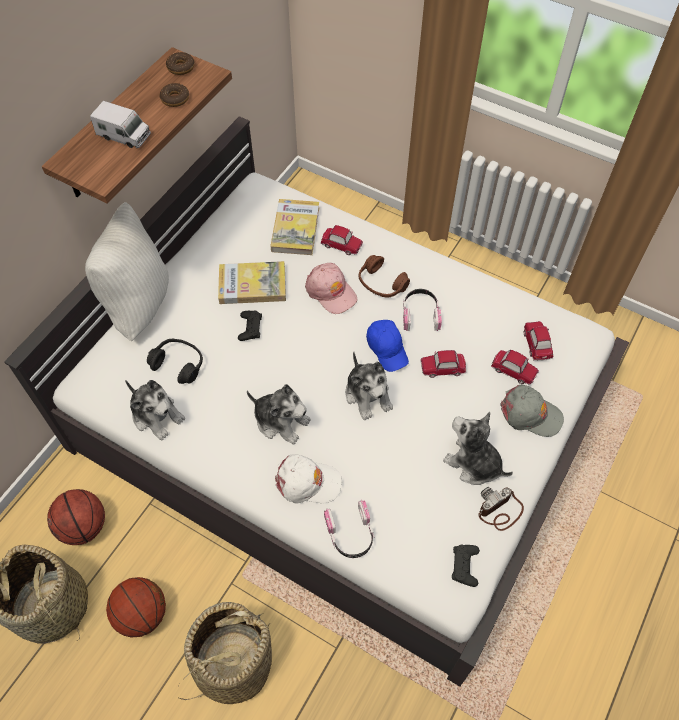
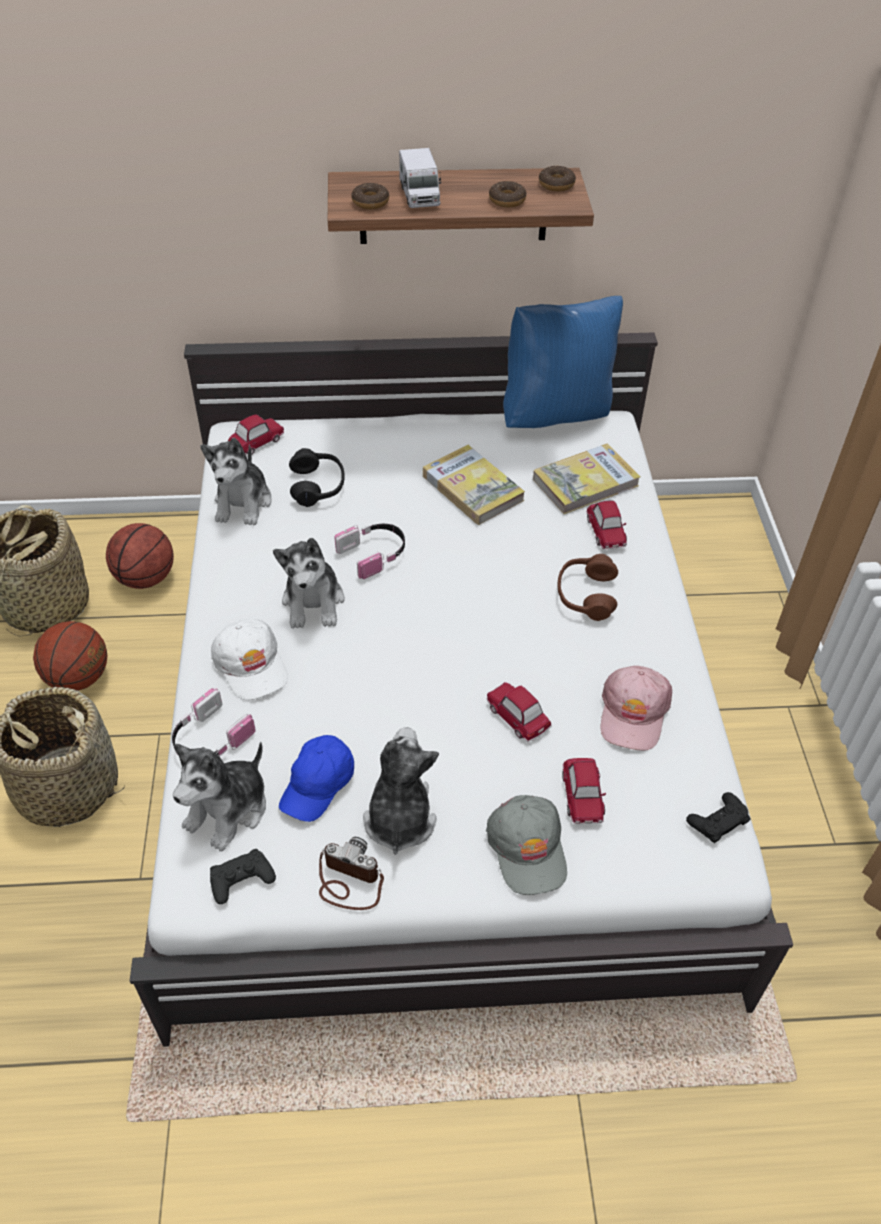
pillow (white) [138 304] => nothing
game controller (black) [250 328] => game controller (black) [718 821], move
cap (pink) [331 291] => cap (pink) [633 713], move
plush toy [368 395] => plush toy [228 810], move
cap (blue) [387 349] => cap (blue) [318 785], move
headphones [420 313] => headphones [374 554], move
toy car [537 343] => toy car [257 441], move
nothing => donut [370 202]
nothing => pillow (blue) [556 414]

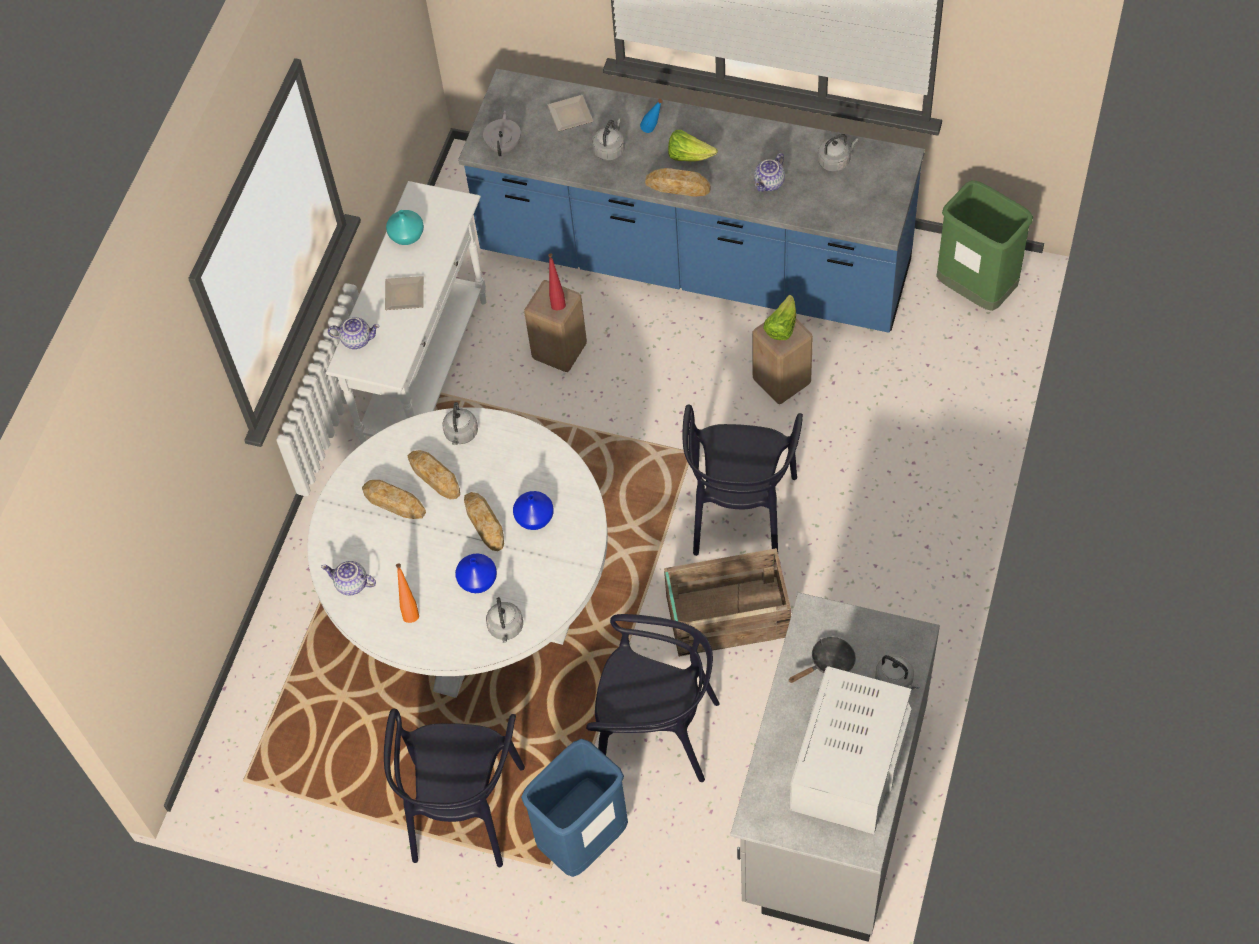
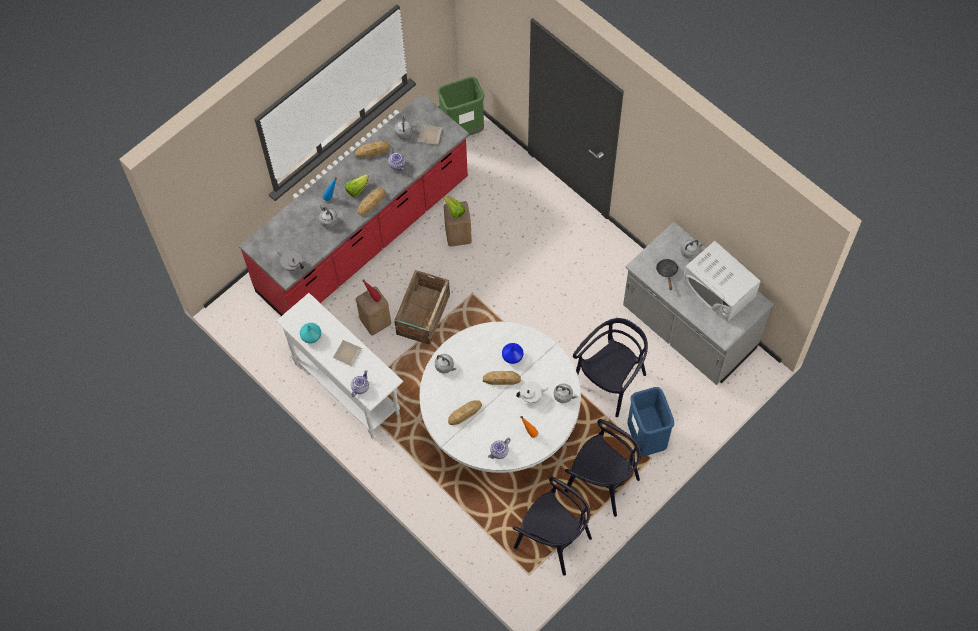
bread [434 476] => bread [372 151], move
vase (blue) [478 581] => teapot (white) [531 396]
counter (blue) [694 262] => counter (red) [364 237]
plate [568 114] => plate [429 136], move
crate [725 616] => crate [422 315], move
chair (black) [740 512] => chair (black) [553 539], move

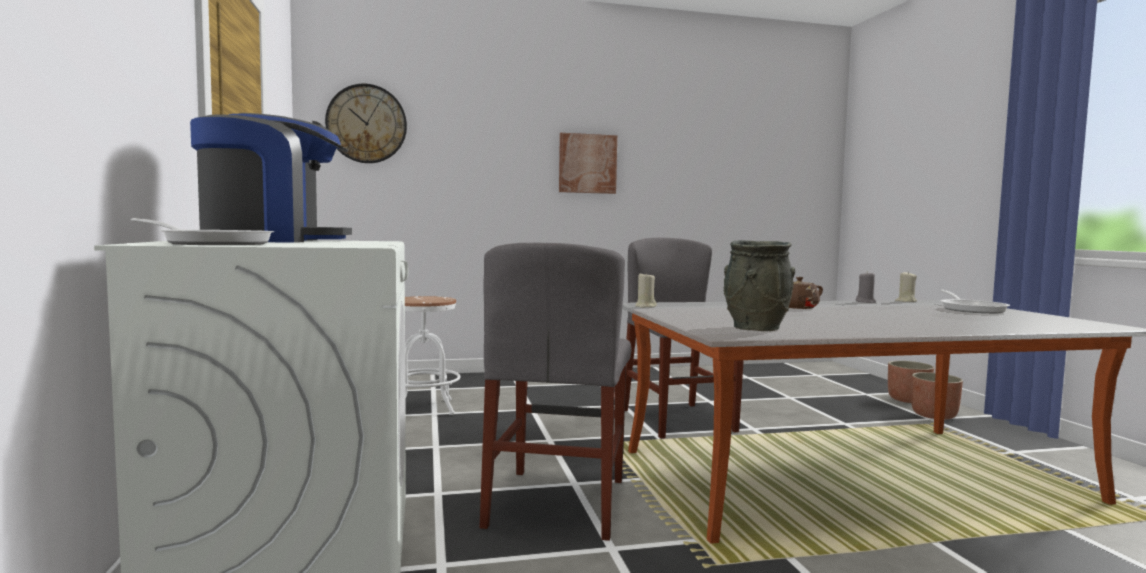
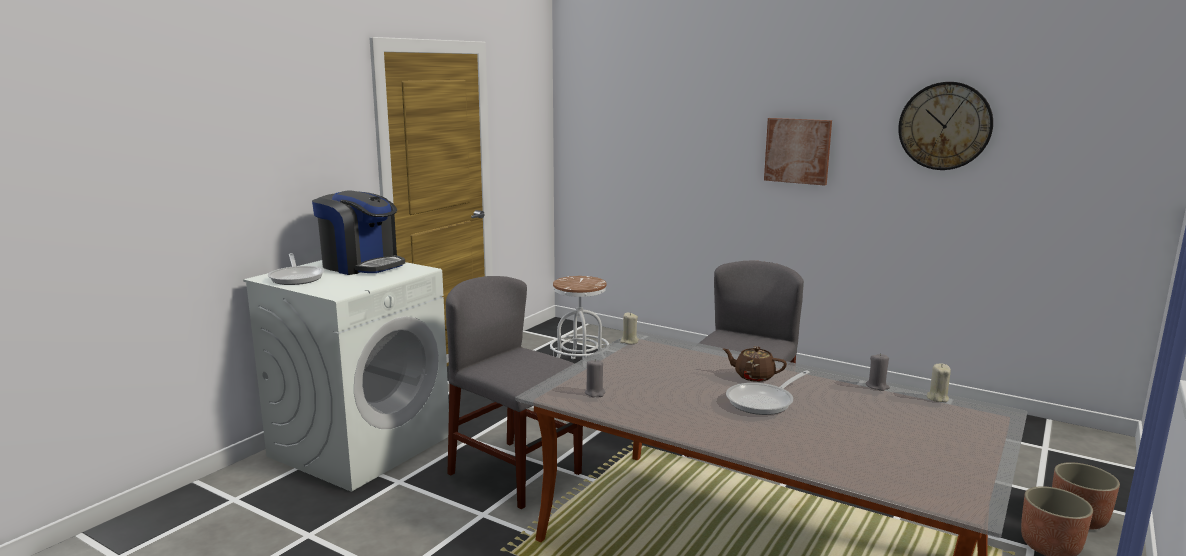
wall clock [366 124] => wall clock [944 126], move
chair (grey) [557 502] => chair (grey) [515 473], 75 degrees clockwise
vase (grey) [755 328] => candle (grey) [595 393]
frying pan [971 309] => frying pan [764 401], move

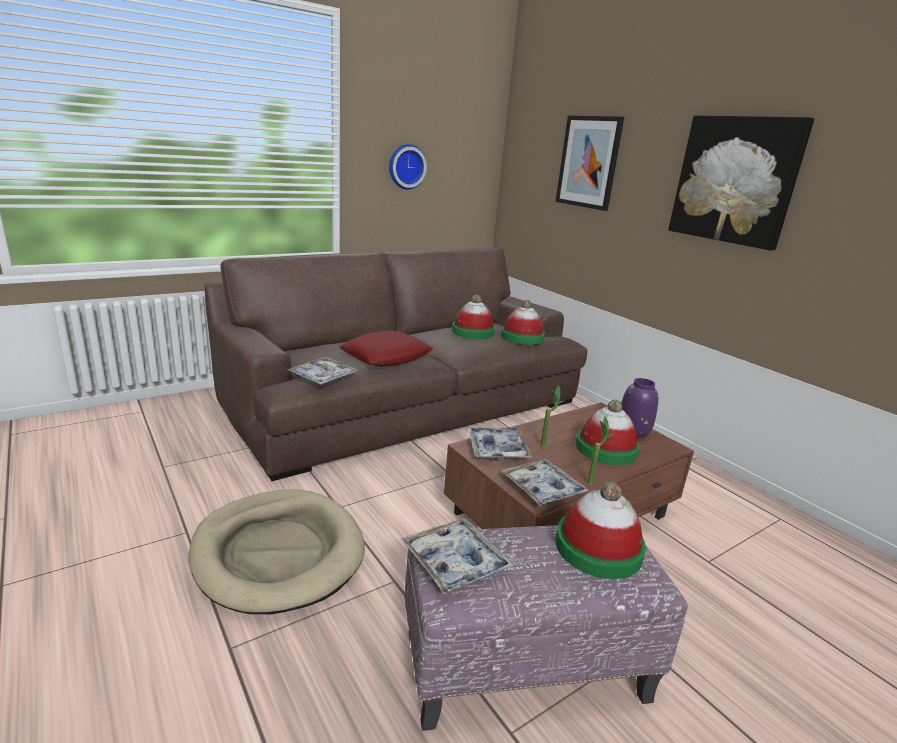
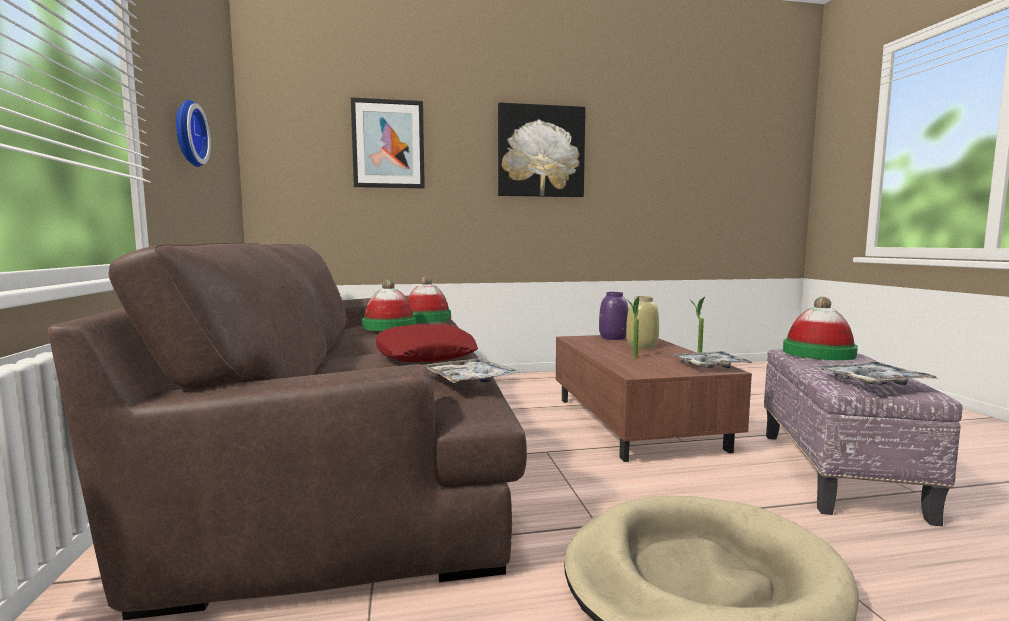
tray [497 449] => nothing
hat [606 448] => vase (beige) [641 346]

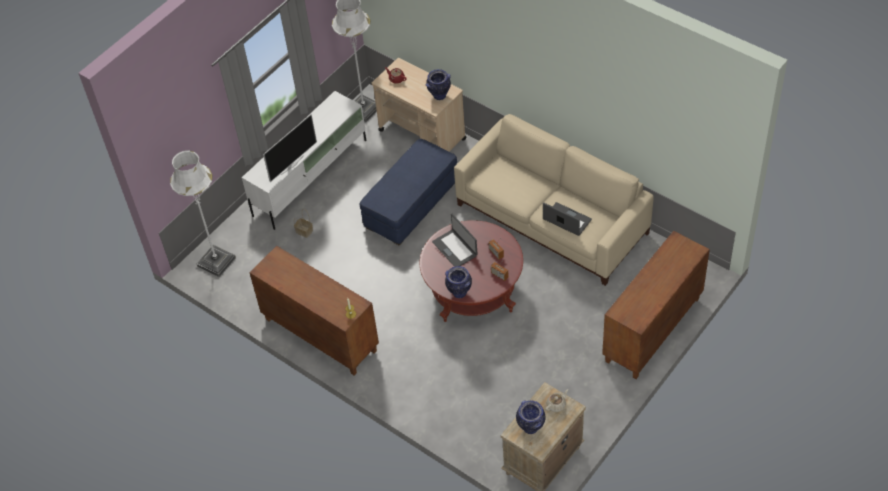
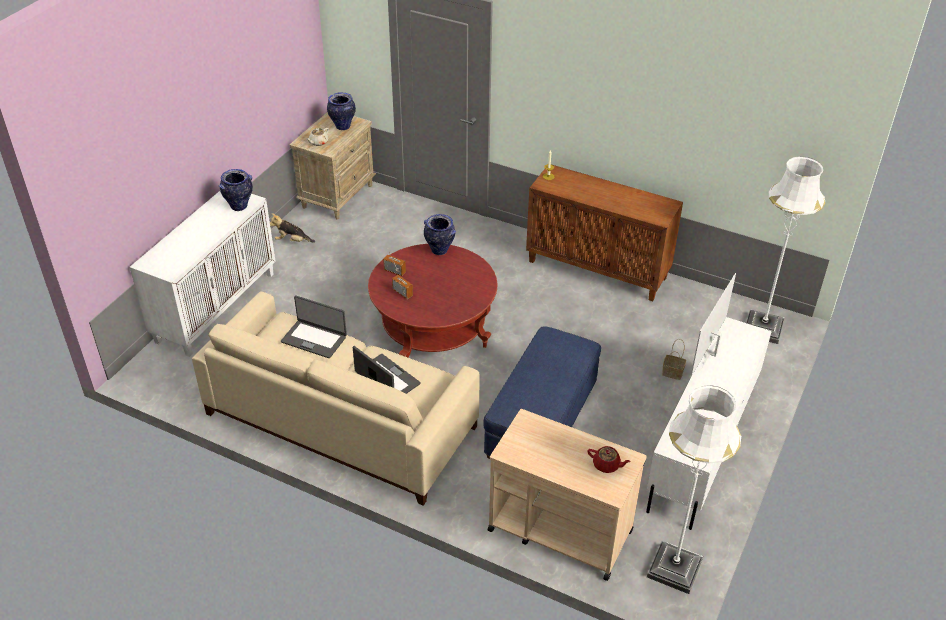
vase [439 96] => vase [239 206], move
laptop [455 248] => laptop [386 379], move
cabinet (brown) [653 331] => cabinet (white) [216 306]
nothing => plush toy [292 241]

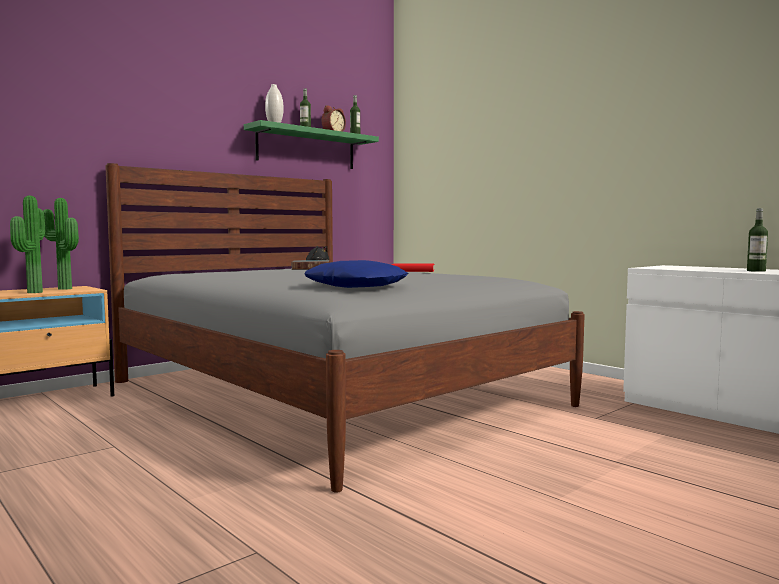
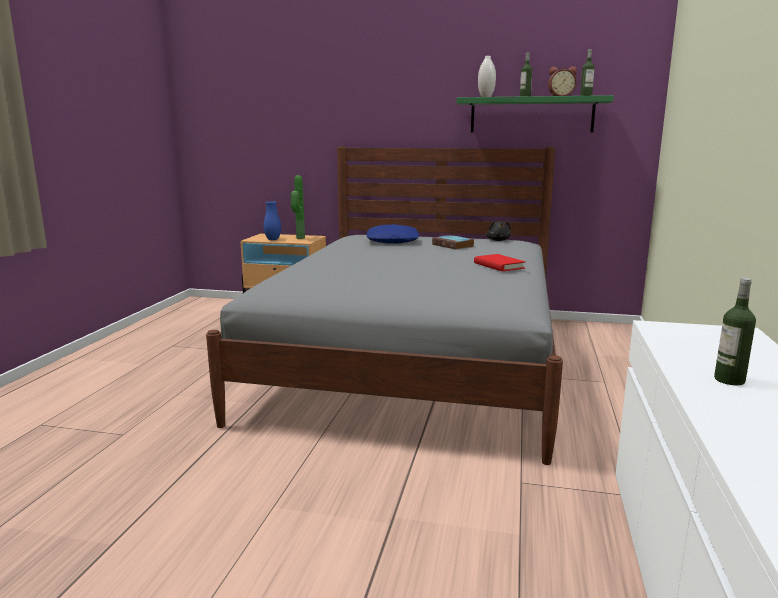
potted plant [32 292] => vase (blue) [273 239]
pillow (blue) [357 286] => pillow (blue) [393 241], move

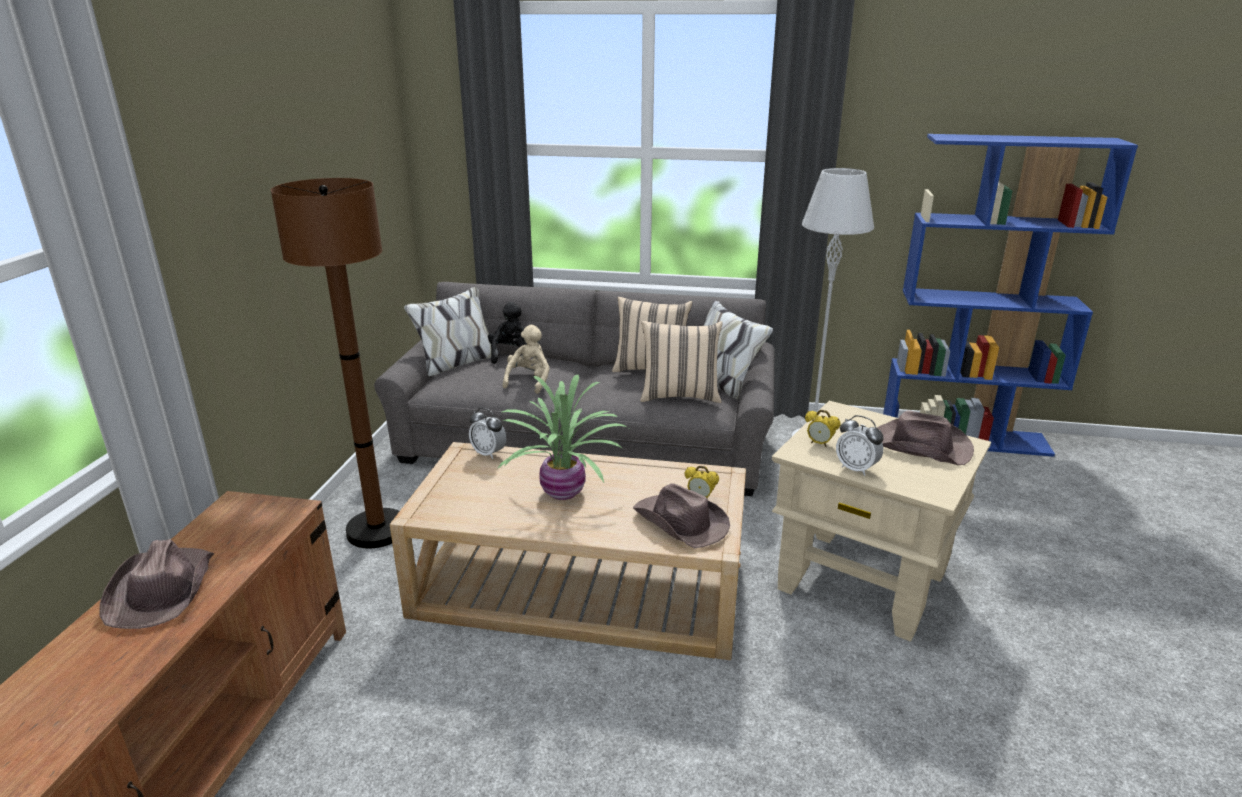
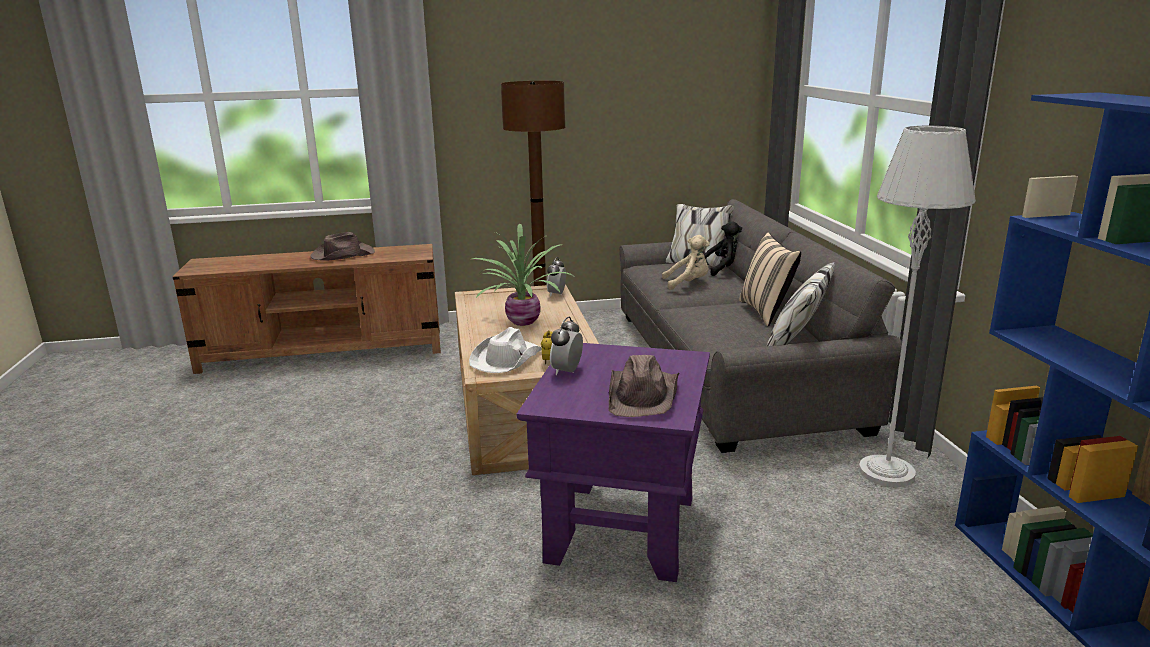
hat (brown) [680 522] => hat (white) [506 359]
pillow (beige) [680 396] => nothing
side table (beige) [862 582] => side table (purple) [620 528]
alarm clock [819 444] => nothing

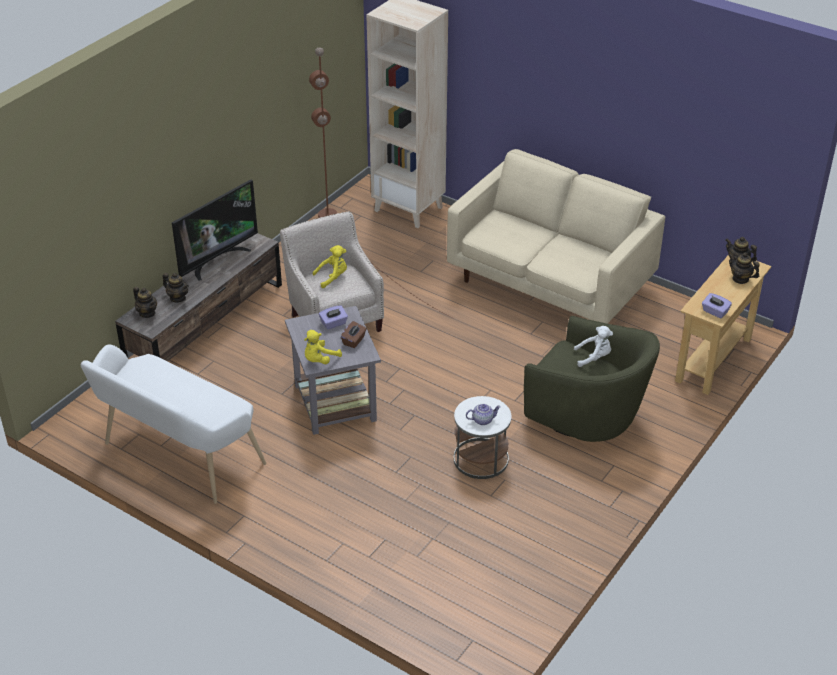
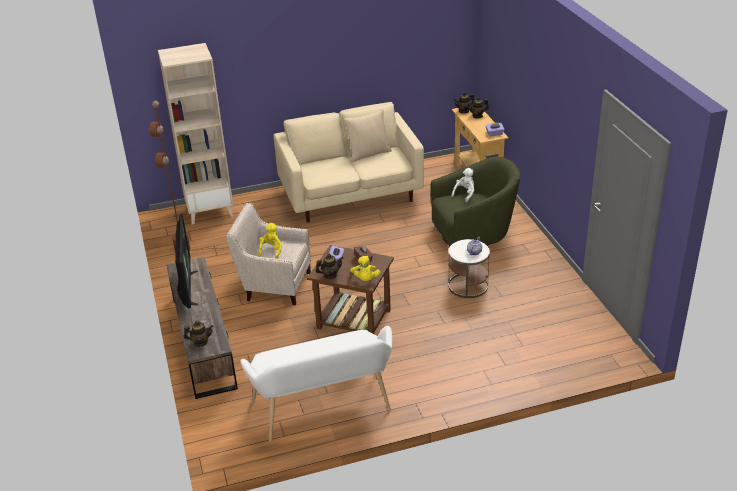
teapot [178 298] => teapot [330 275], move
side table (grey) [334 402] => side table (brown) [353 319]
nothing => pillow (beige) [368 153]

